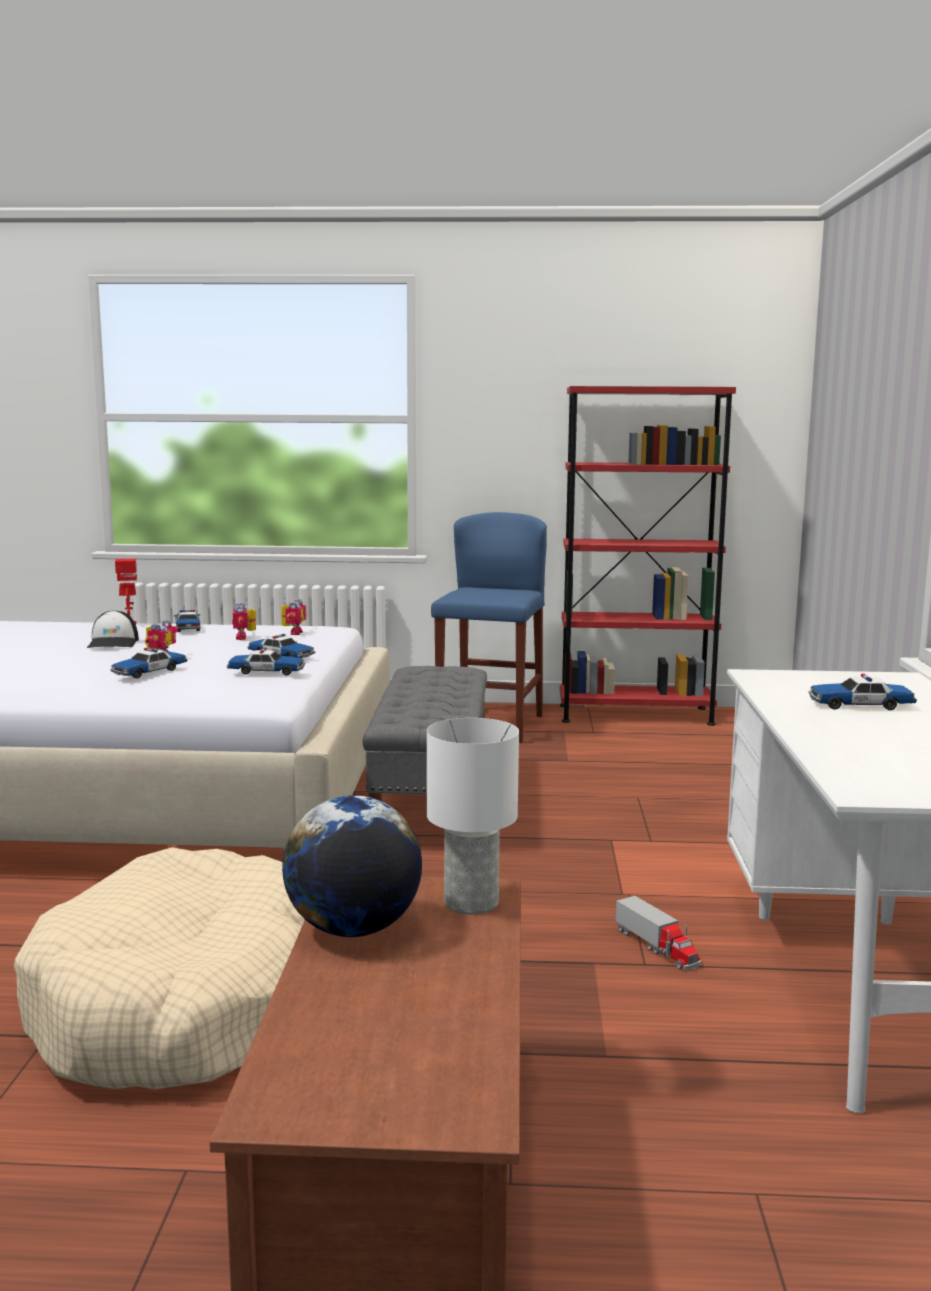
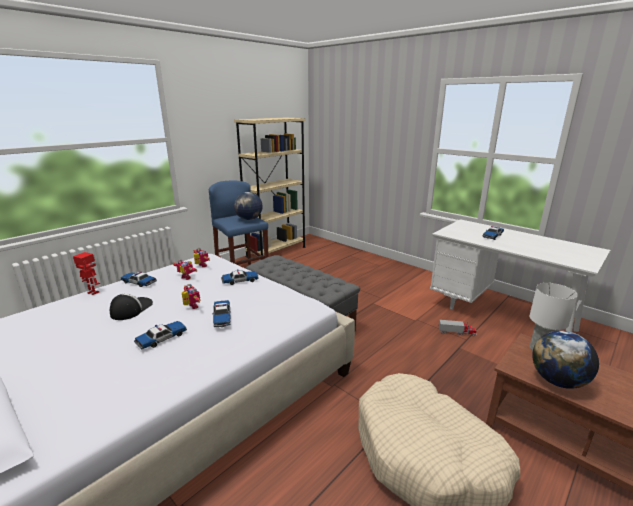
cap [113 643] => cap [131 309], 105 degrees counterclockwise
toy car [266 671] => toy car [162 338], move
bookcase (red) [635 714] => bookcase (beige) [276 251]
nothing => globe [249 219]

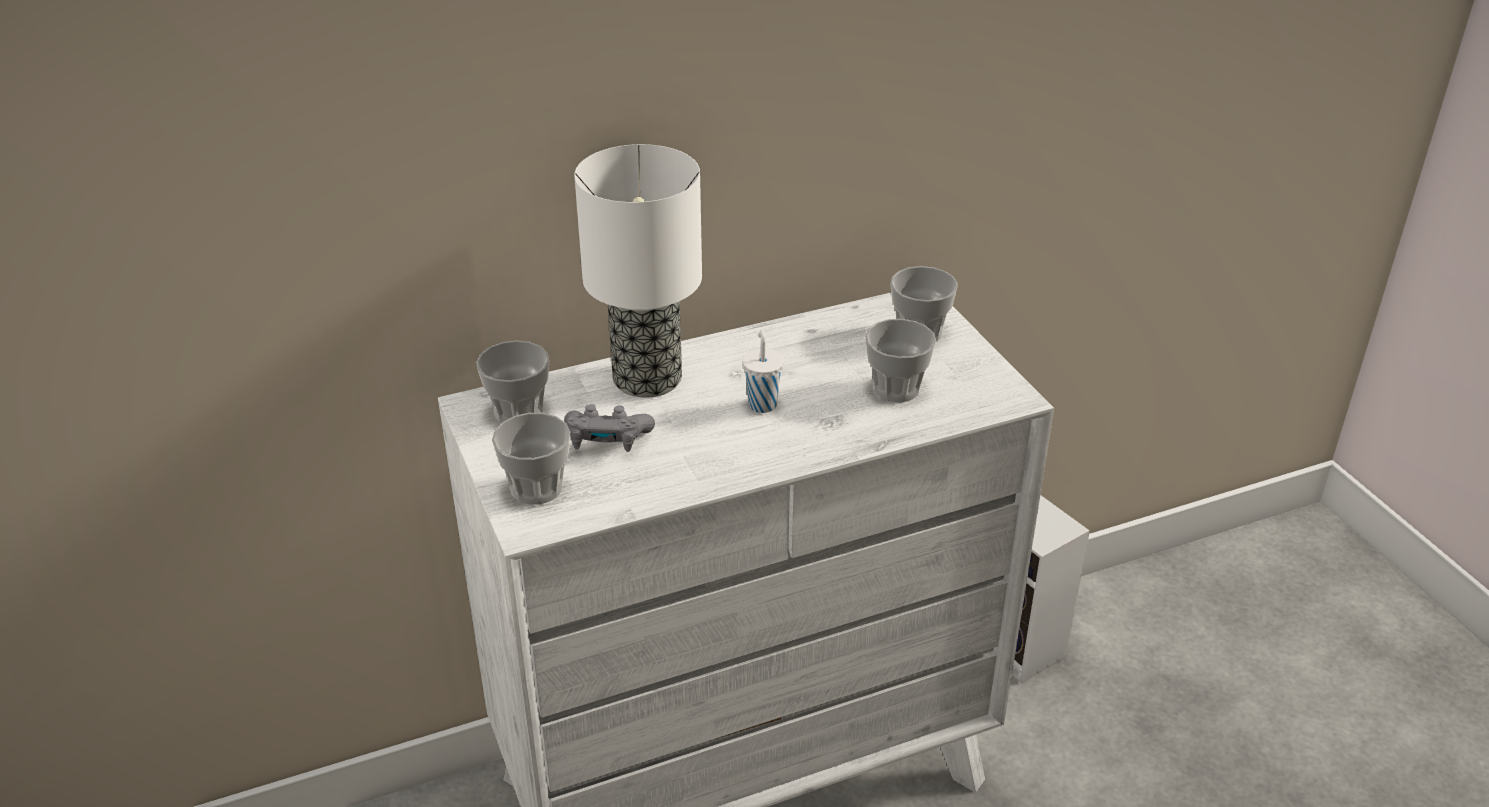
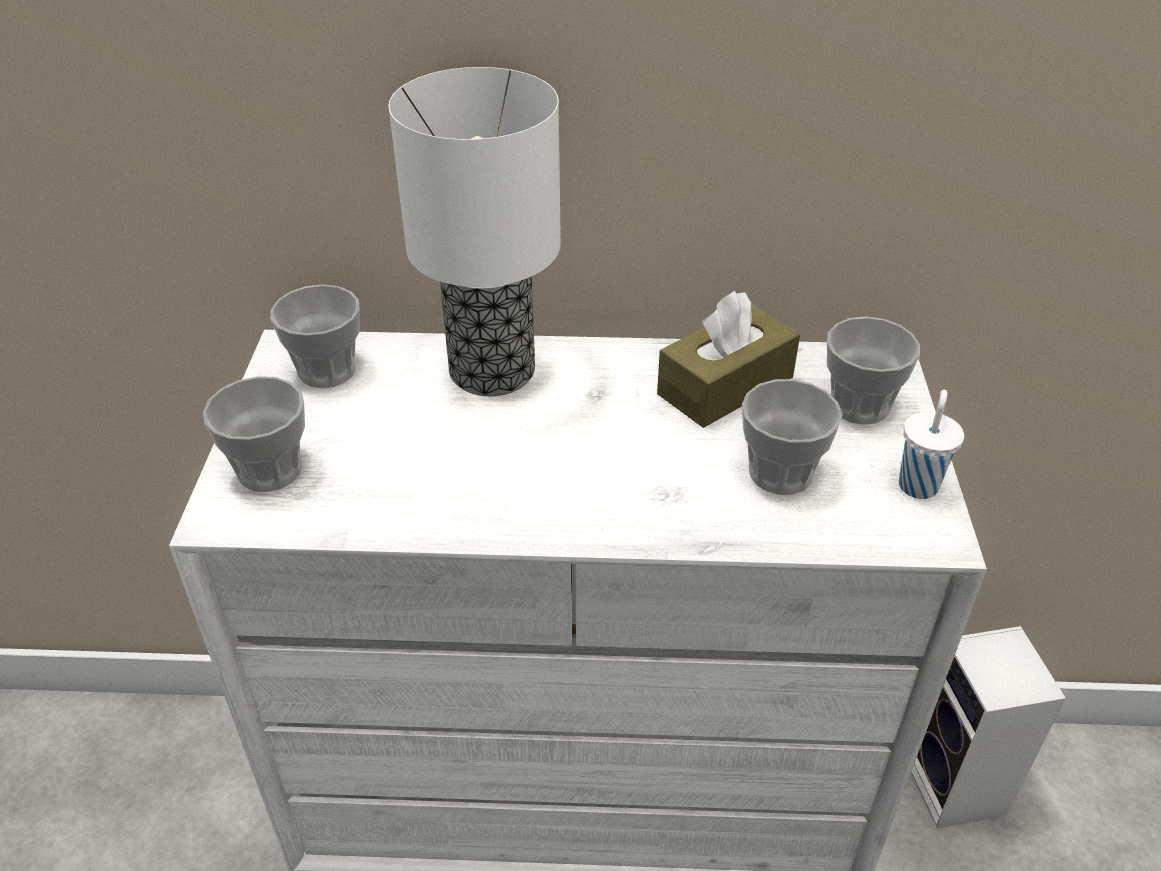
game controller (grey) [607 441] => nothing
cup (white) [762 403] => cup (white) [918 484], move
nothing => tissue box (brown) [725 386]

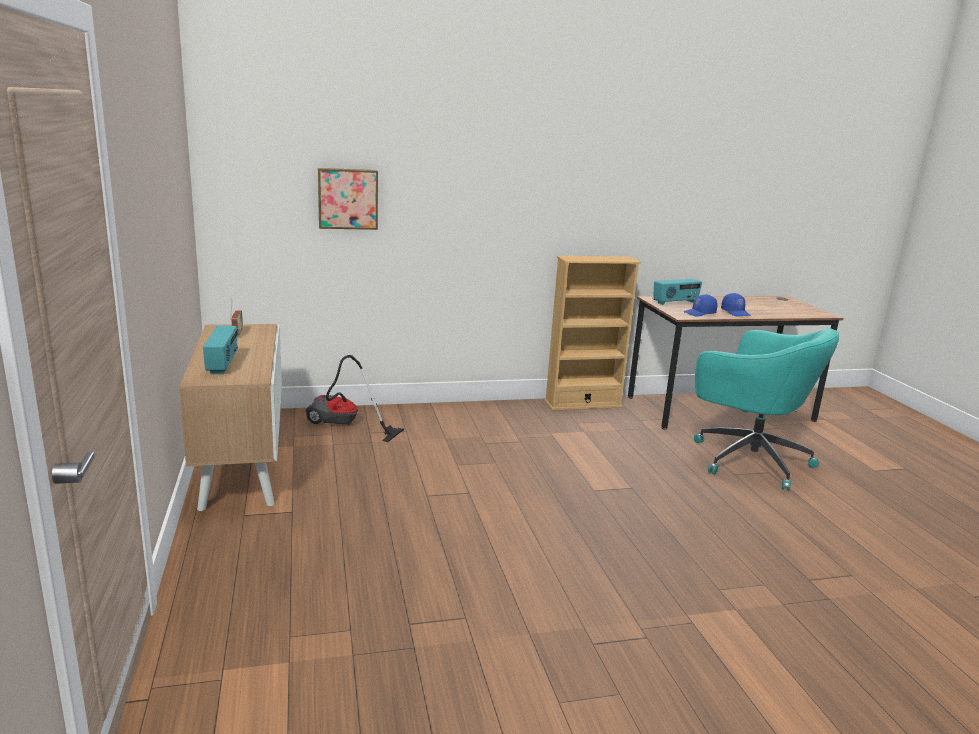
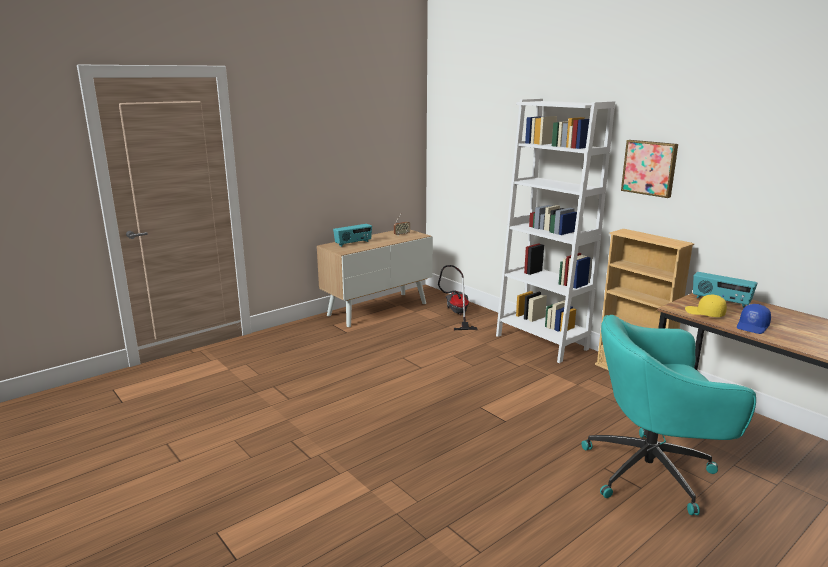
picture [348 198] => picture [650 168], move
cap (blue) [699 313] => cap (yellow) [704 313]
office chair (turquoise) [747 459] => office chair (turquoise) [652 472], 75 degrees clockwise
nothing => bookcase (white) [541 342]

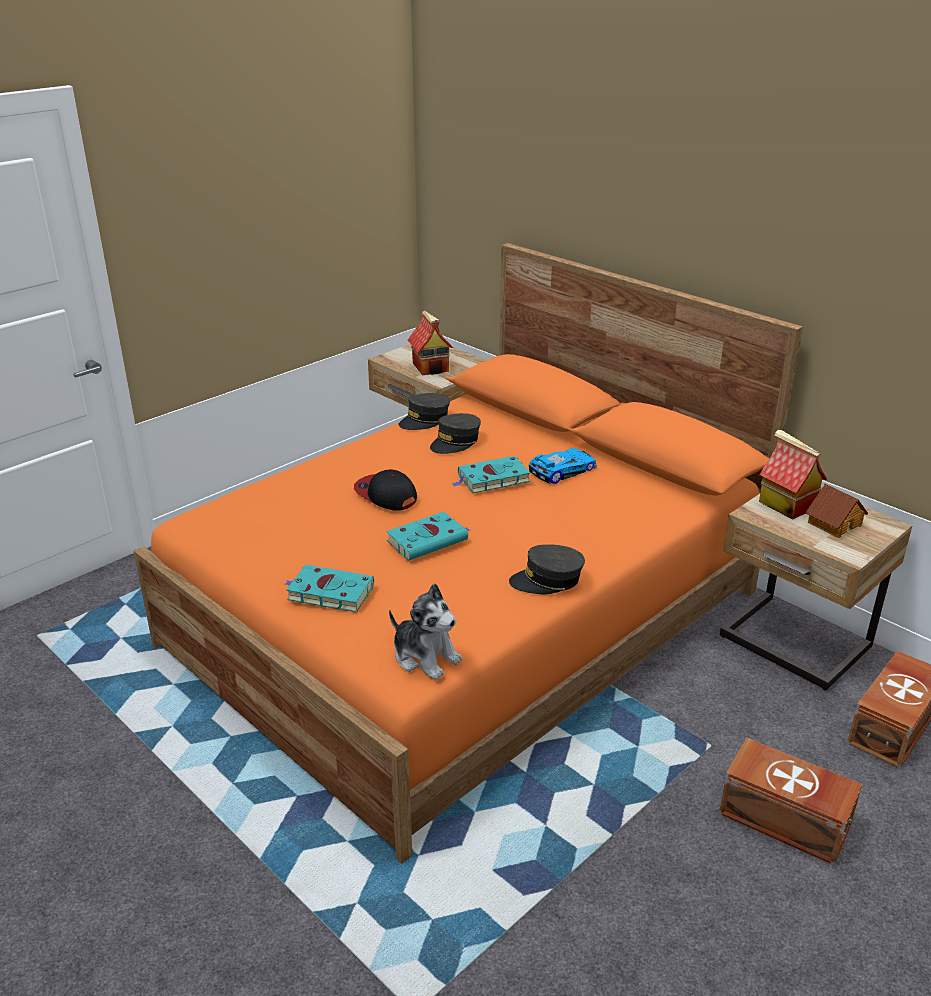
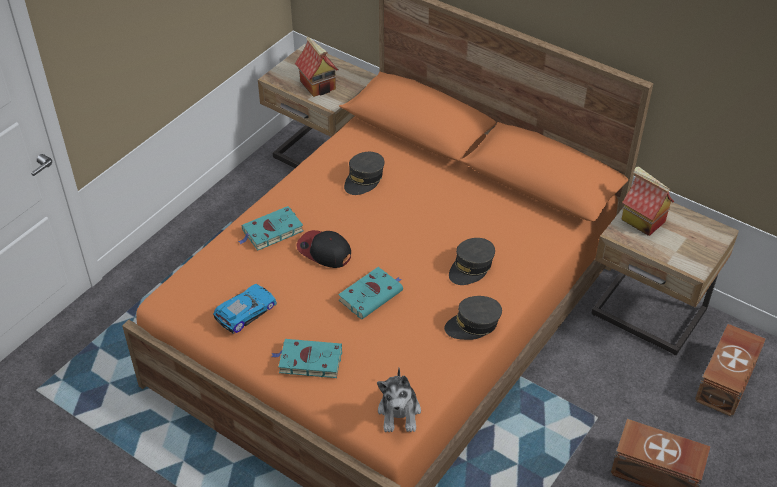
plush toy [425 657] => plush toy [399 412], 60 degrees clockwise
cap (grey) [425 420] => cap (grey) [471 267], move
book (turquoise) [491 479] => book (turquoise) [271 231], move
toy car [561 470] => toy car [244 311], move
toy house [833 523] => nothing

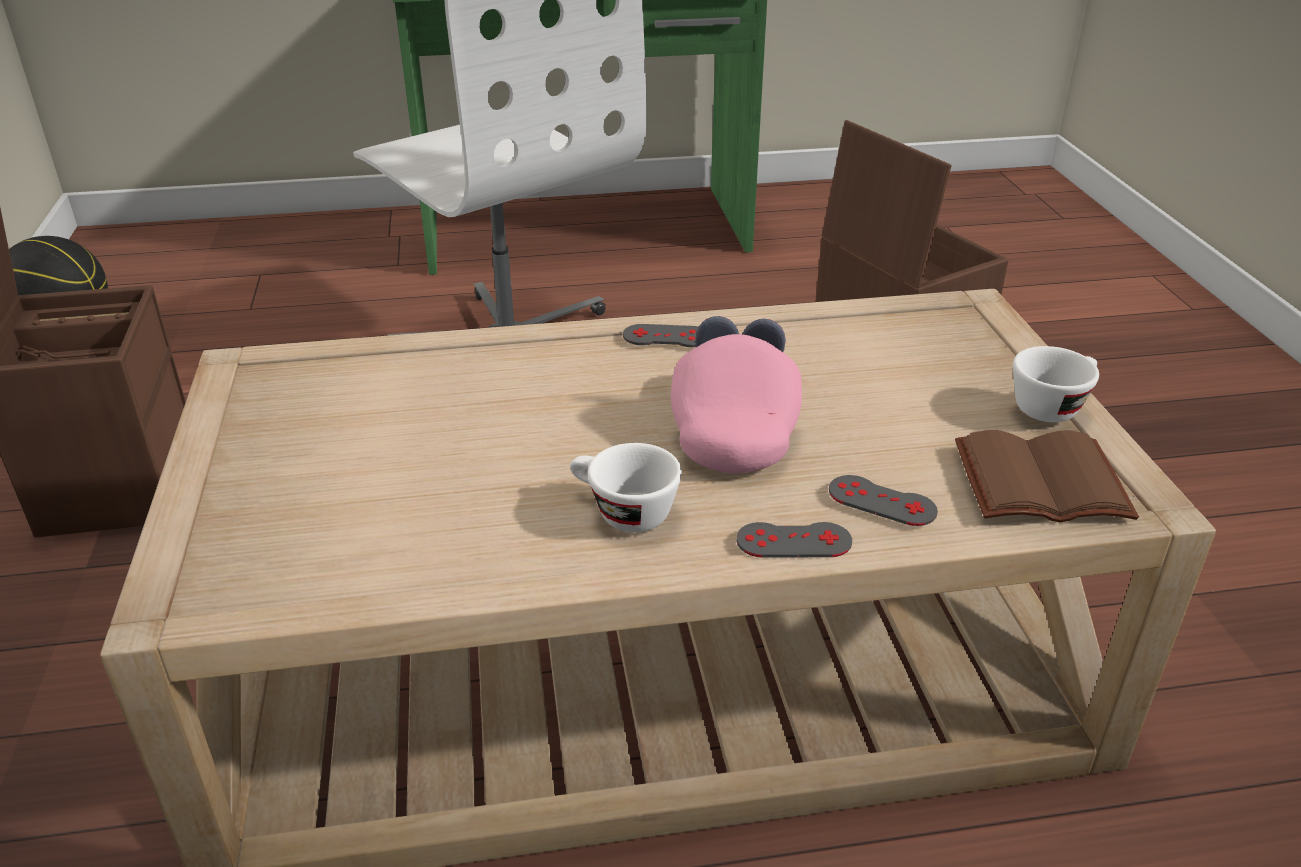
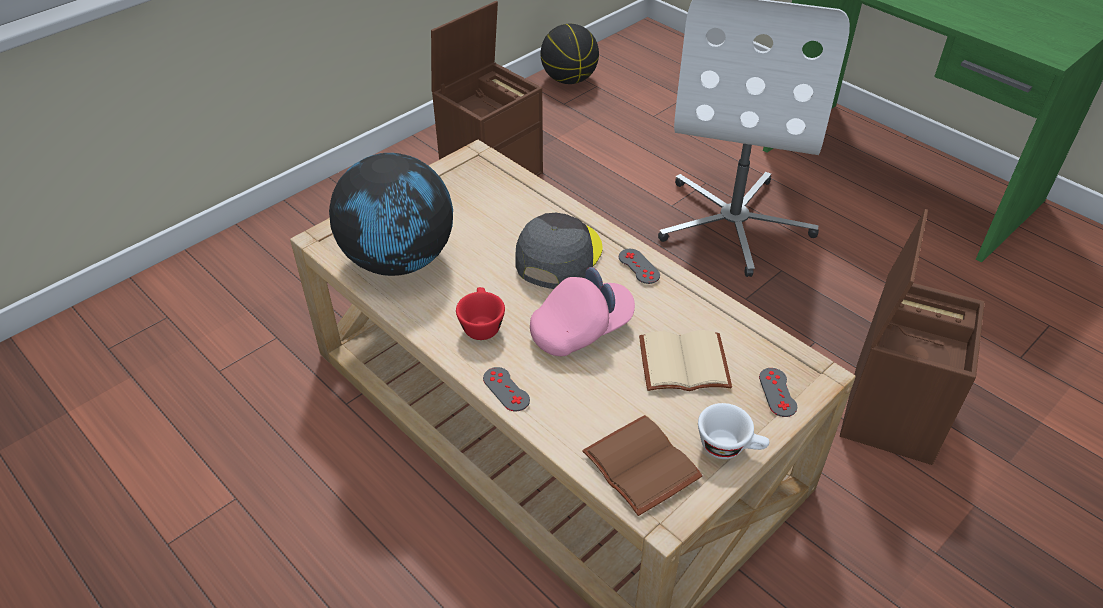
cup (white) [622 512] => cup (red) [481 324]
game controller (grey) [882 501] => game controller (grey) [777 392], move
nothing => globe [399 260]
nothing => cap (grey) [558 256]
nothing => book (beige) [685 361]

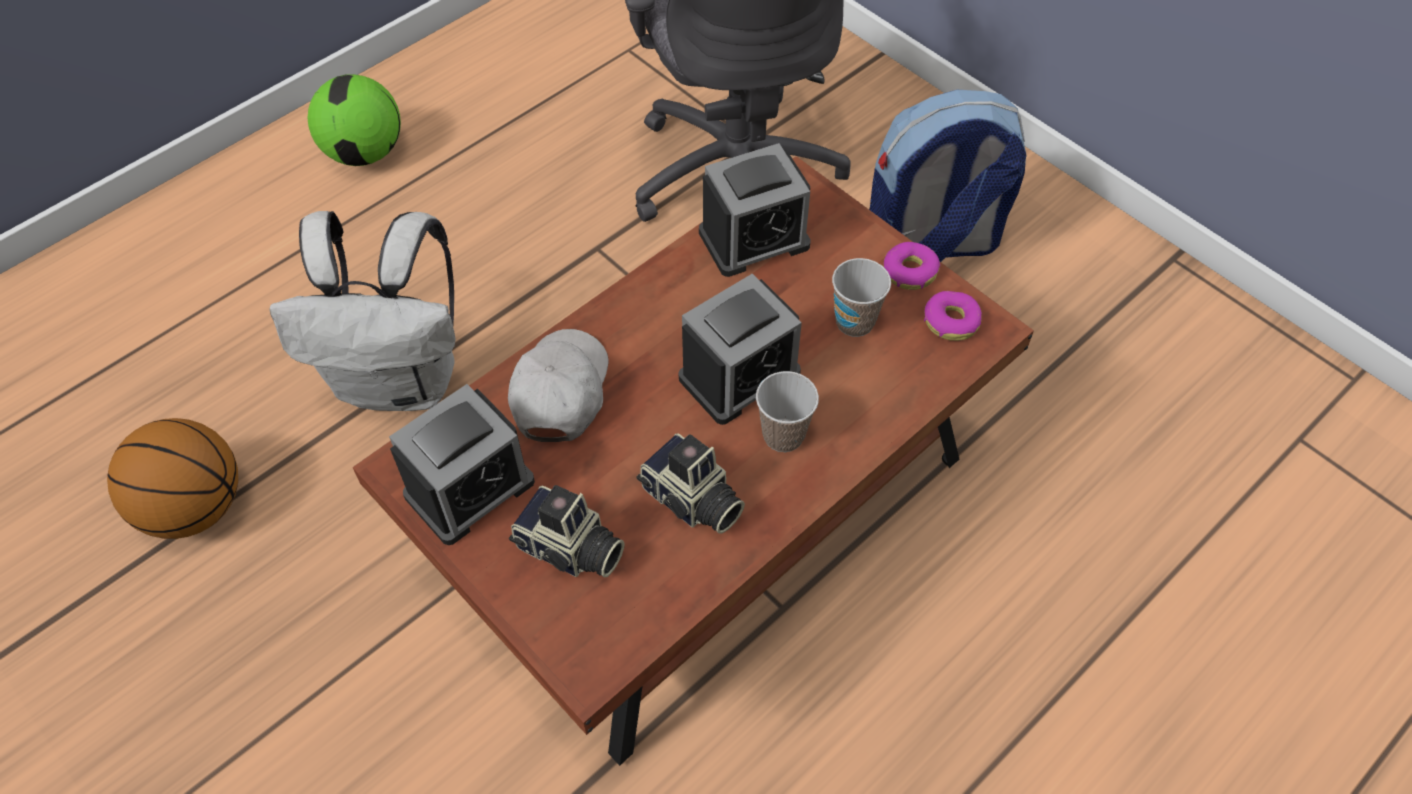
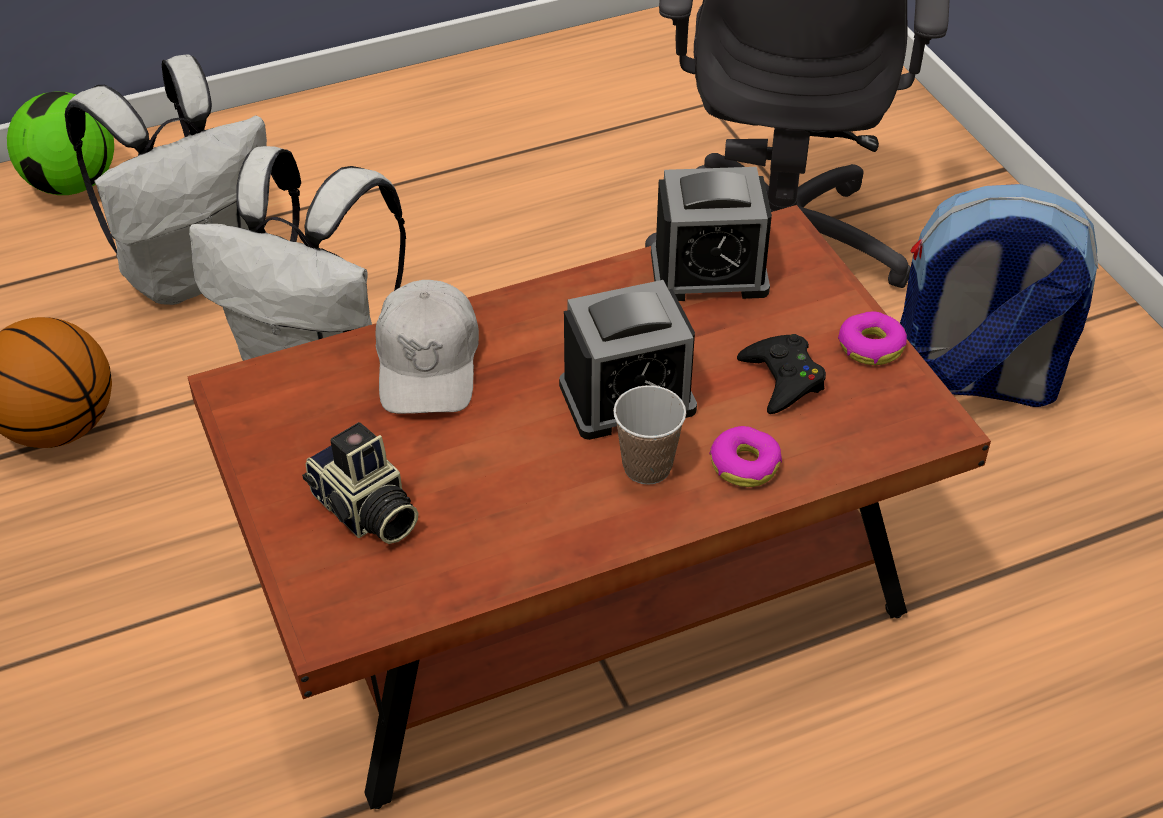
football [365 152] => football [72 183], move
alarm clock [470 488] => nothing
cap (white) [560 392] => cap (white) [428 363], 150 degrees clockwise
photo camera [691 502] => nothing
cup [854 322] => game controller (black) [782 379]
donut [951 321] => donut [744 464], move
nothing => backpack (white) [192 270]

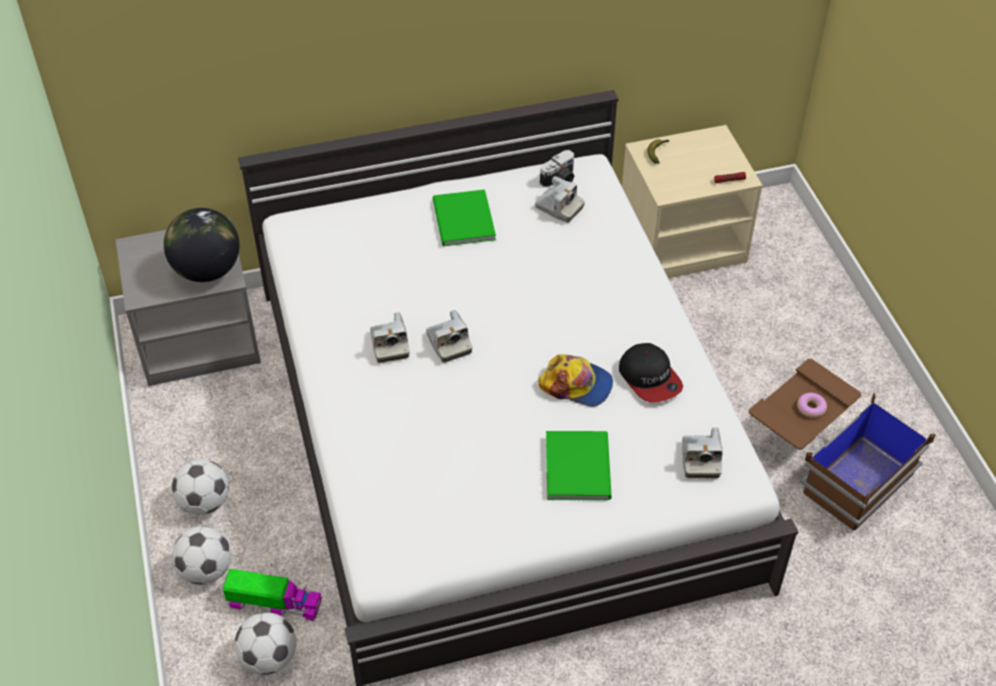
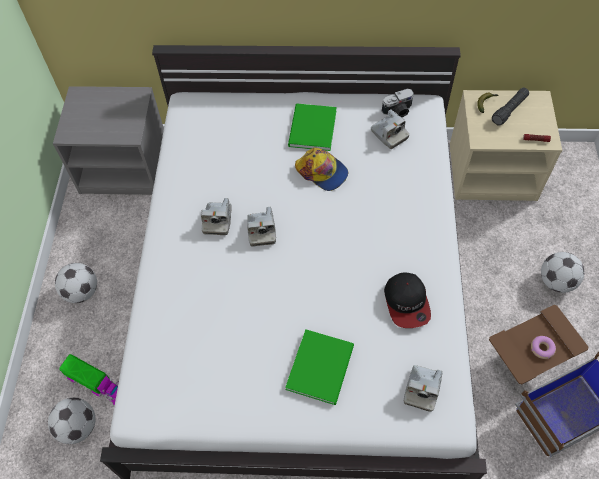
globe [207 270] => nothing
football [206 570] => football [556 281], move
cap [576 384] => cap [322 172], move
nothing => flashlight (black) [509 110]

